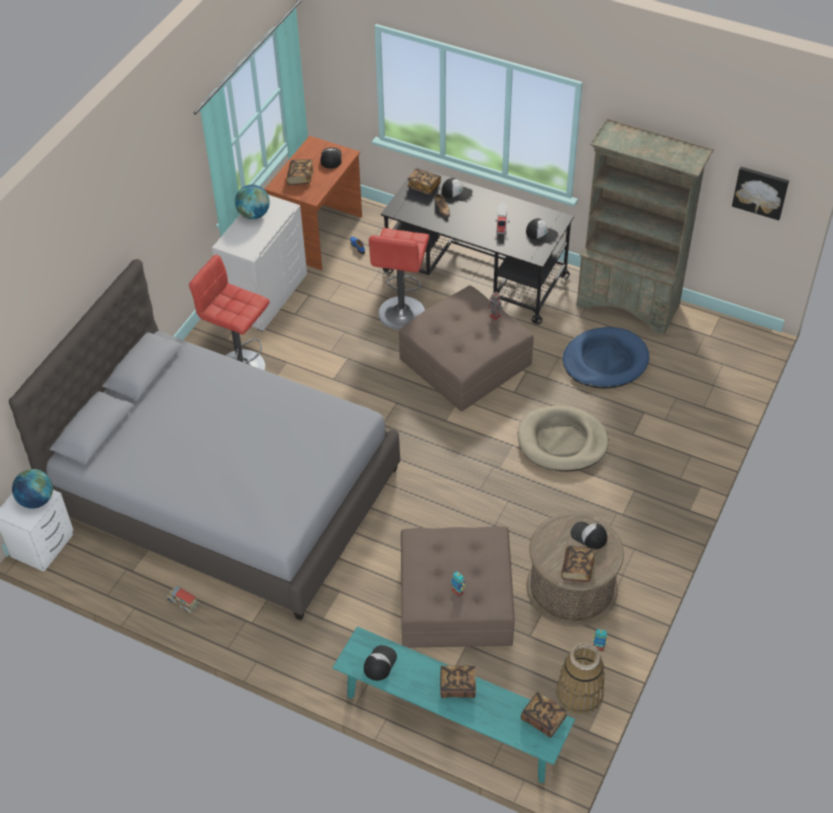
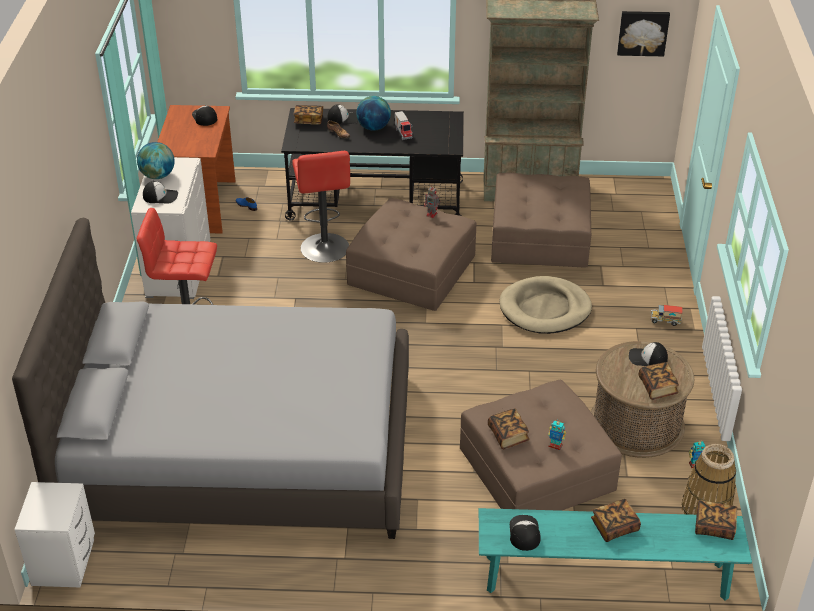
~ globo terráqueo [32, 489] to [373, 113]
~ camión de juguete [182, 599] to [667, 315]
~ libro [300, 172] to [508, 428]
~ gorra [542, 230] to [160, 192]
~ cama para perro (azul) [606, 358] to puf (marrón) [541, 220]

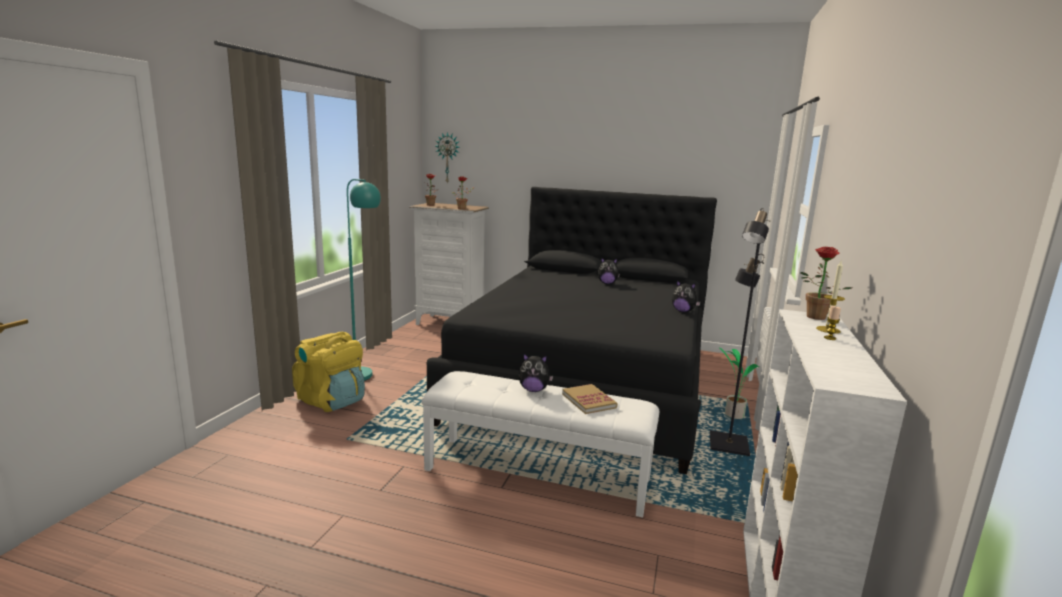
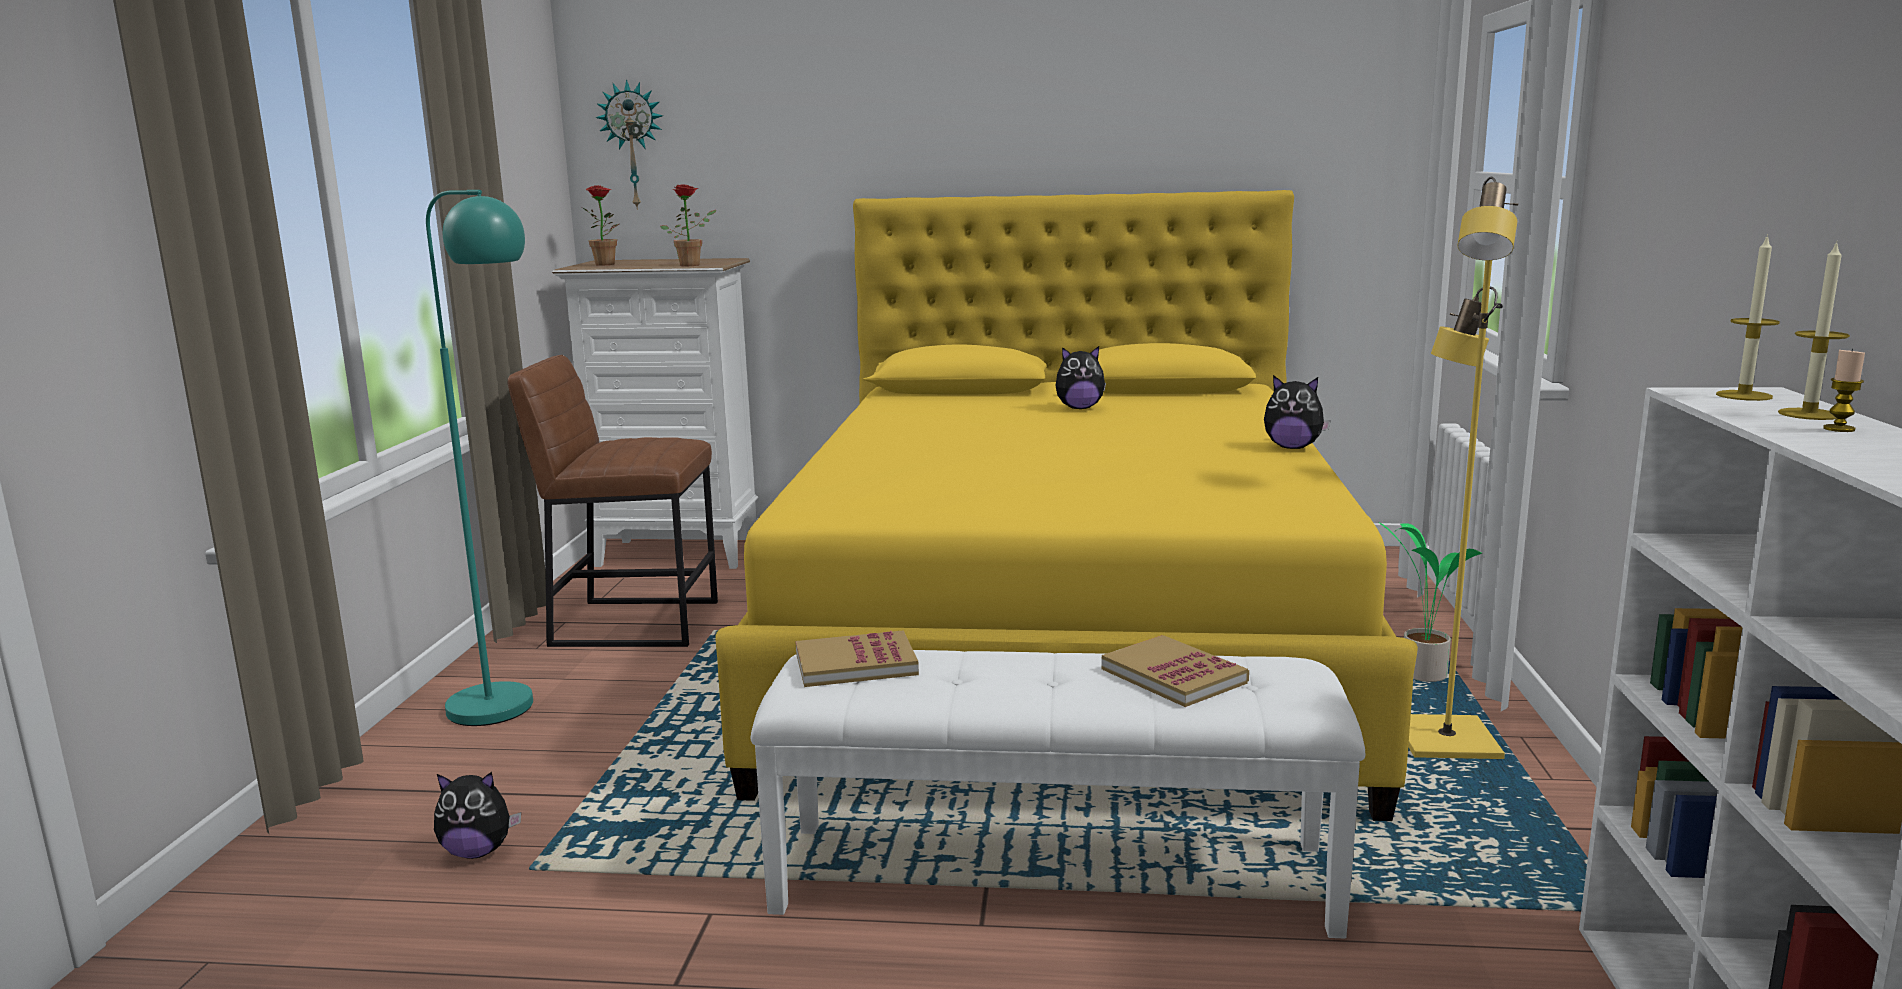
- mochila (amarillo) [328, 372]
+ silla (marrón) [612, 501]
+ libro [857, 658]
~ peluche [536, 373] to [477, 815]
~ planta en maceta [826, 283] to vela [1748, 317]
~ cama (negro) [572, 330] to cama (amarillo) [1066, 505]
~ lámpara de pie (negro) [740, 332] to lámpara de pie (amarillo) [1463, 468]

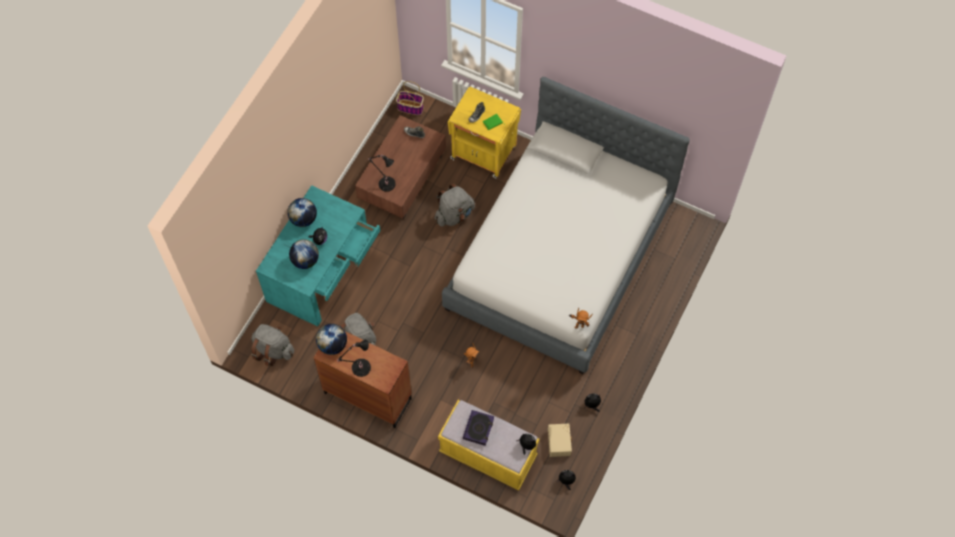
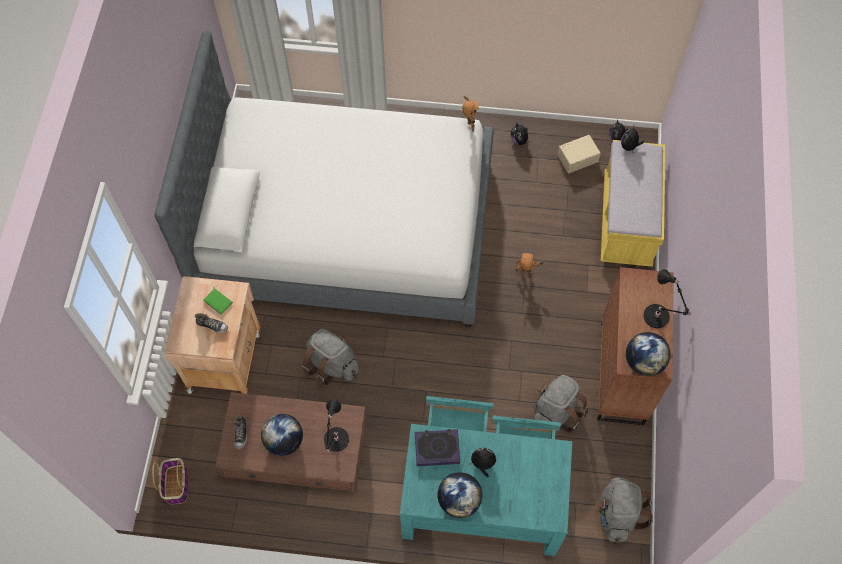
~ globo terráqueo [304, 254] to [282, 435]
~ libro [478, 428] to [437, 447]
~ carrito (amarillo) [484, 133] to carrito (marrón) [213, 335]

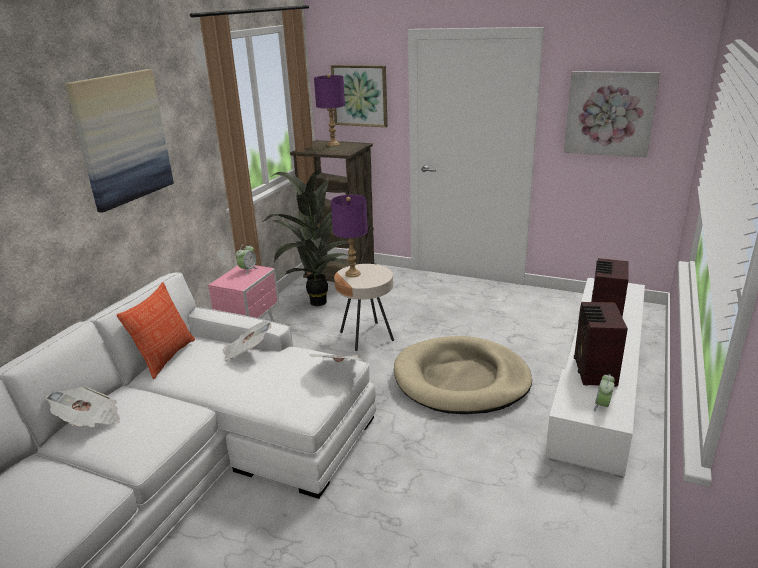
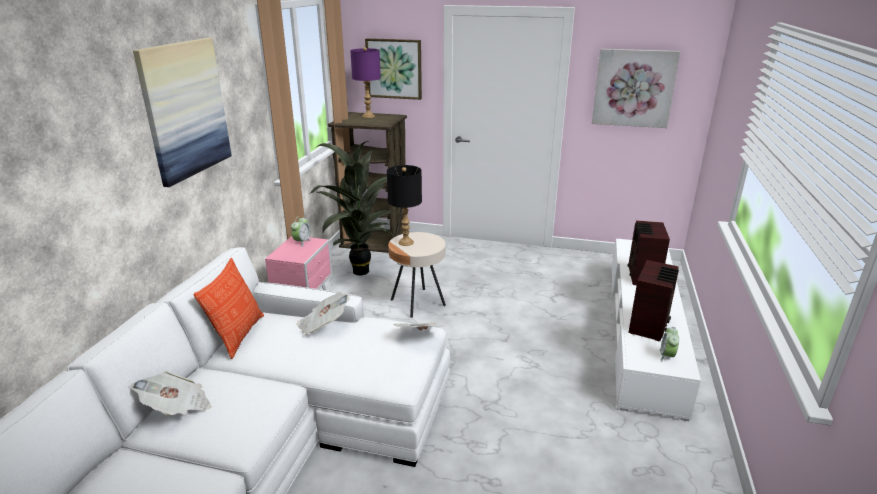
- cama para perro (beis) [463, 375]
~ lámpara de mesa (morado) [349, 236] to lámpara de mesa (negro) [404, 205]
~ radio [601, 344] = [653, 301] 150 degrees counterclockwise

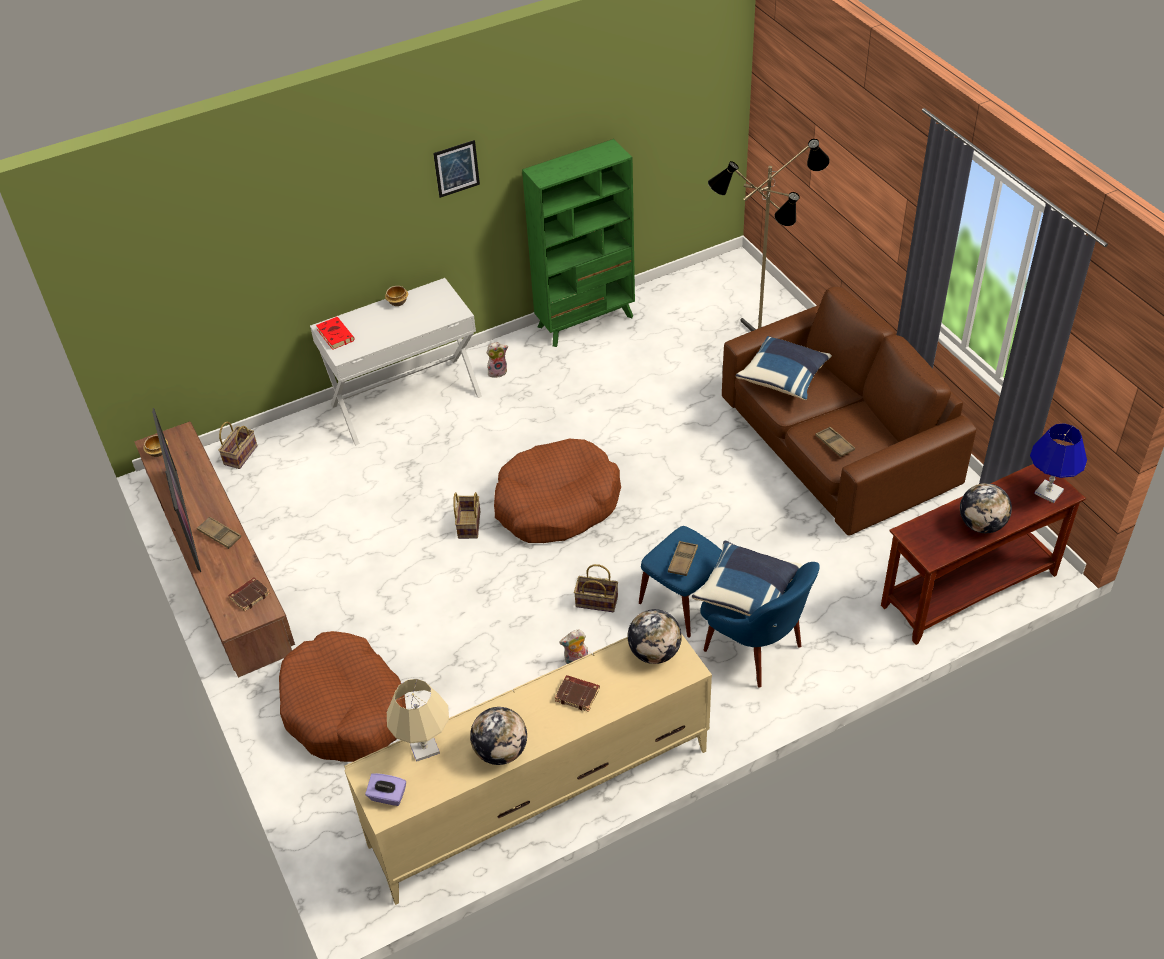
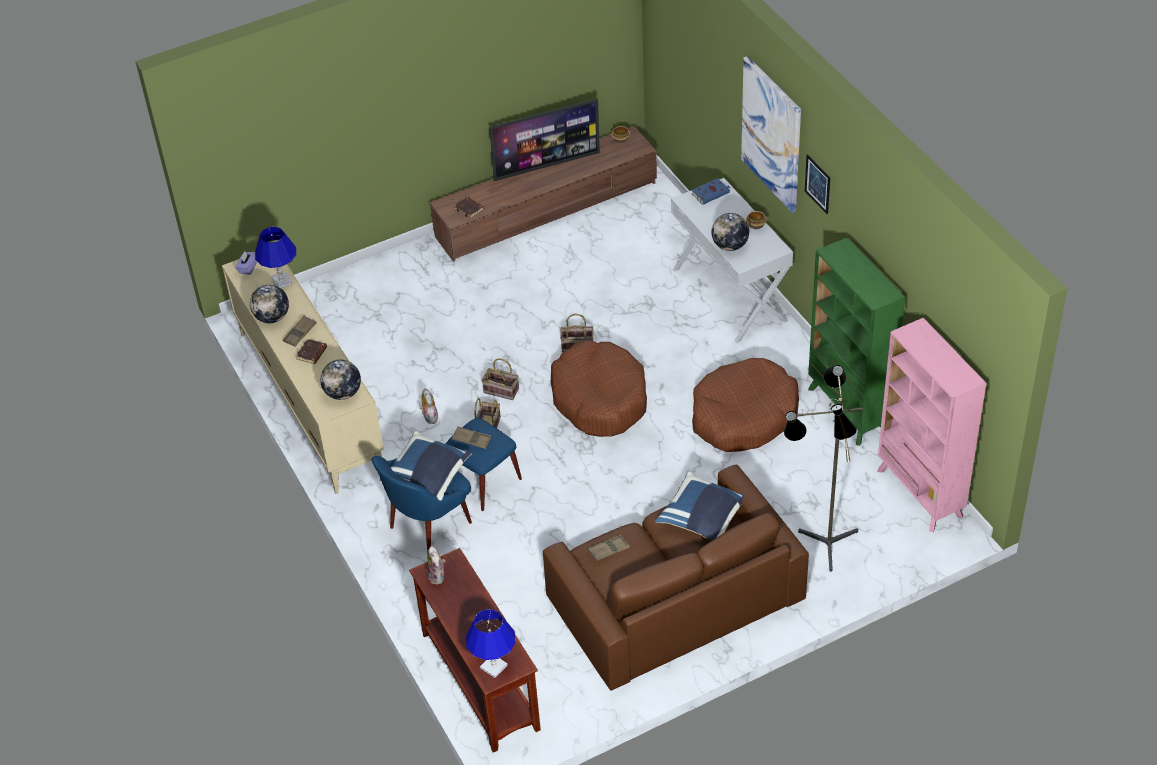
+ cuadro [771, 134]
+ estantería (rosa) [931, 425]
~ bandeja (marrón) [219, 532] to [299, 331]
~ cesta [238, 445] to [500, 379]
~ cama para perro (marrón) [342, 696] to [745, 405]
~ peluche [497, 360] to [436, 565]
~ globo terráqueo [986, 508] to [730, 232]
~ libro (rojo) [335, 333] to libro (azul) [711, 191]
~ lámpara de mesa (beis) [418, 720] to lámpara de mesa (azul) [275, 257]

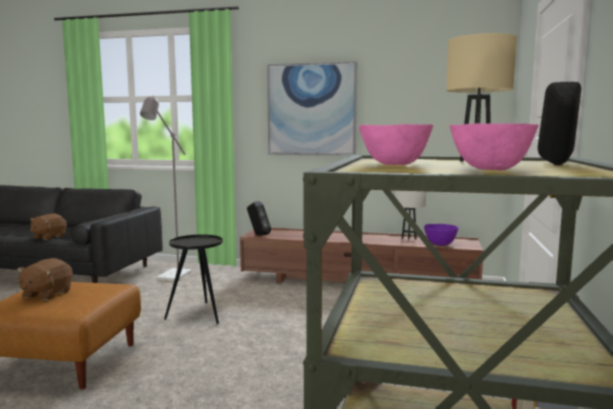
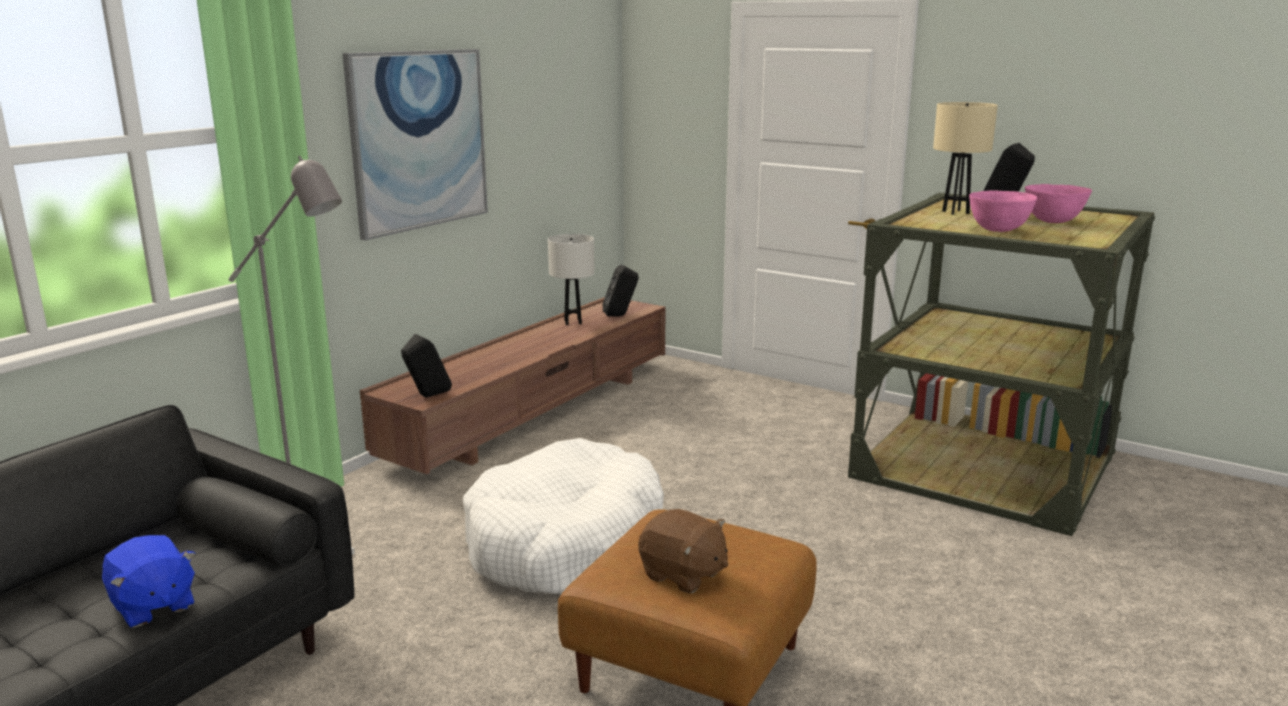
~ mesa auxiliar (negro) [193, 279] to cama para perro (blanco) [563, 516]
~ cuenco (morado) [441, 235] to altavoz (negro) [621, 290]
~ peluche (marrón) [48, 227] to peluche (azul) [149, 581]

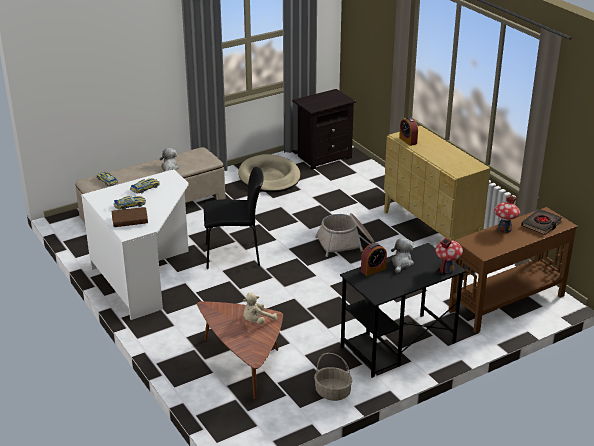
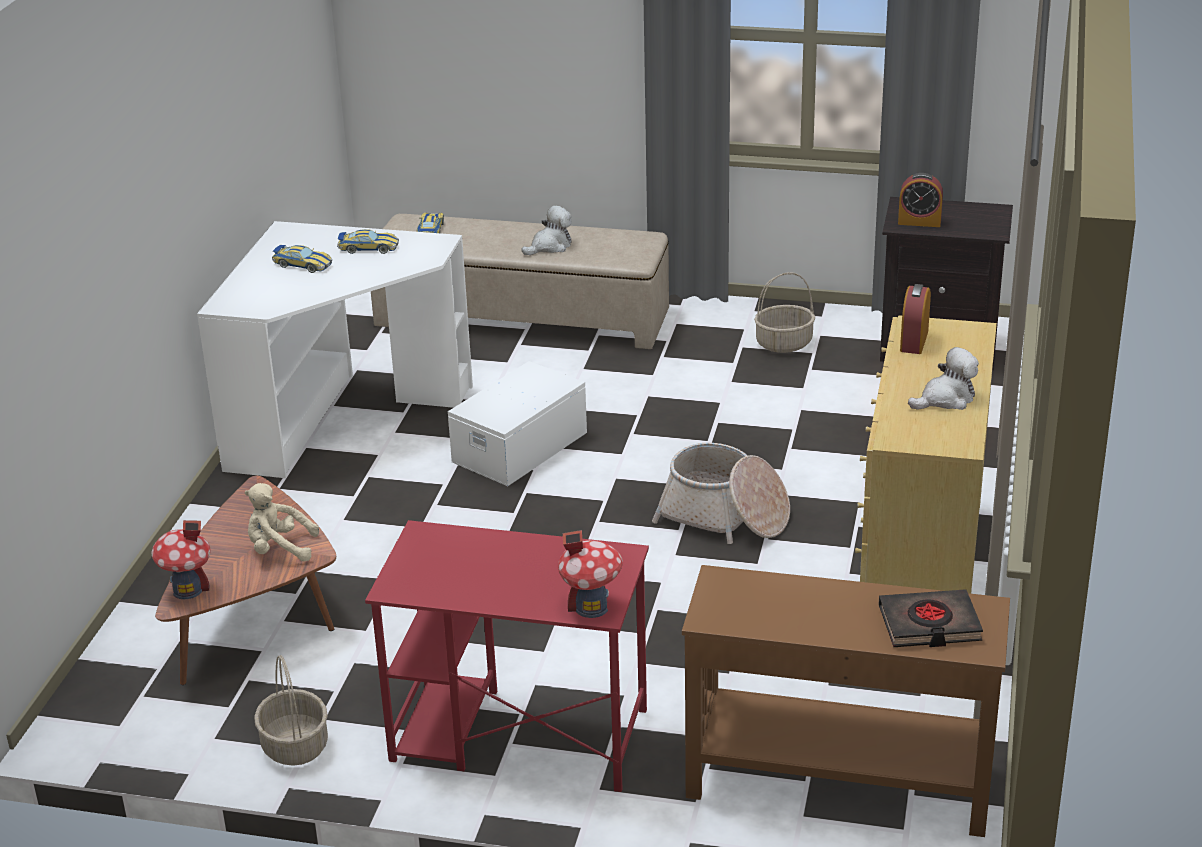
- libro (marrón) [130, 217]
~ despertador [374, 259] to [920, 200]
~ peluche [402, 255] to [943, 378]
~ casita [507, 214] to [181, 559]
~ silla (negro) [234, 218] to caja de almacenaje (blanco) [517, 423]
~ cama para perro (beis) [269, 173] to cesta [785, 312]
~ escritorio (negro) [403, 310] to escritorio (rojo) [507, 656]

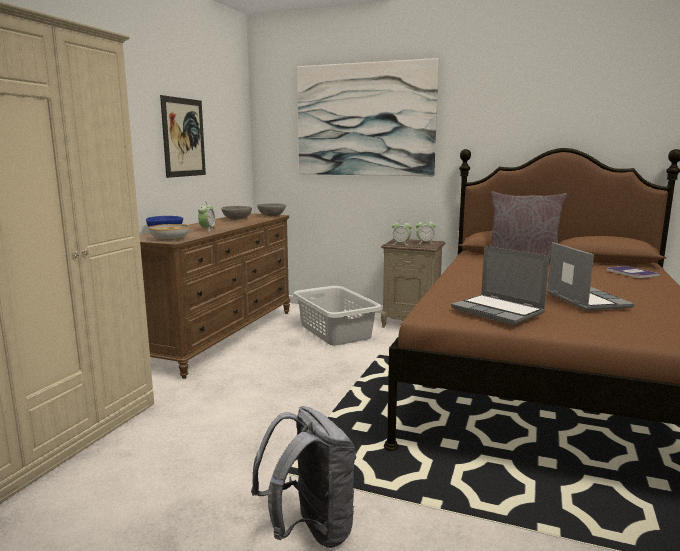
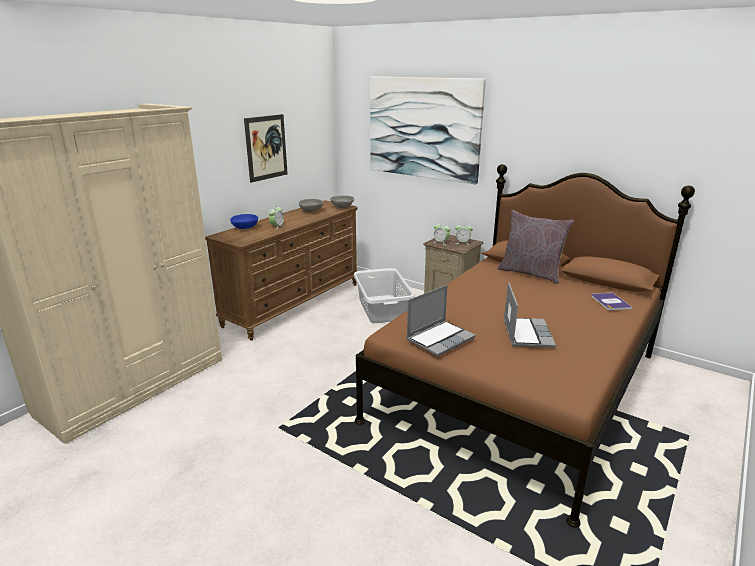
- cuenco [169, 232]
- mochila (gris) [303, 477]
~ portátil [500, 285] = [441, 320] 105 degrees counterclockwise

